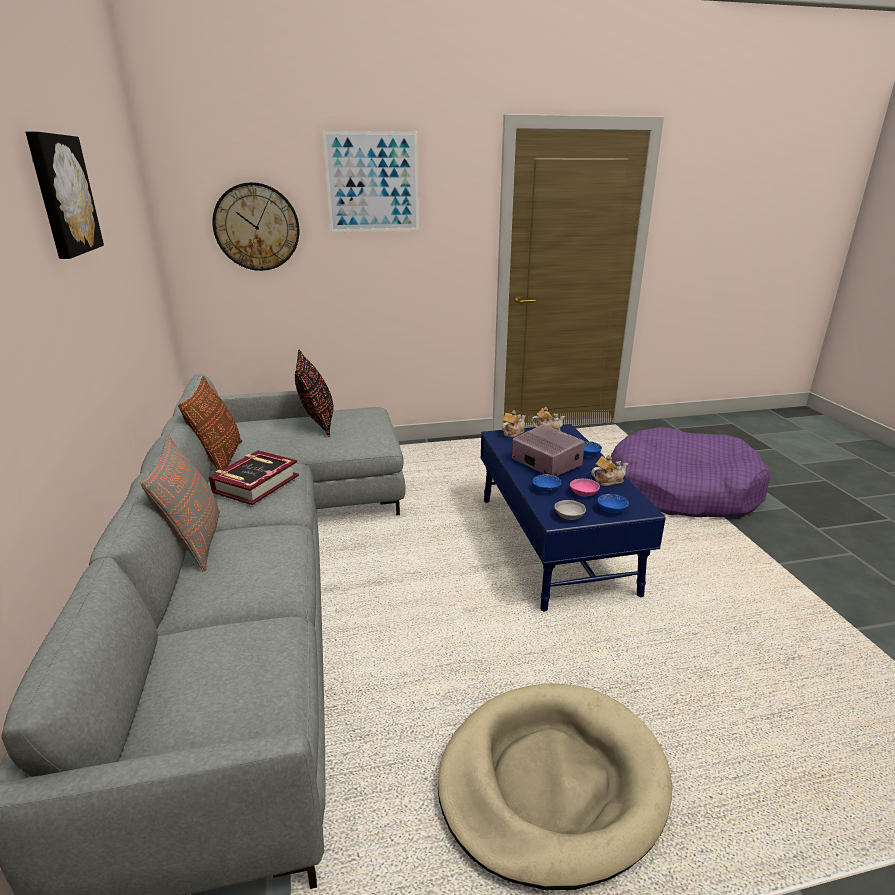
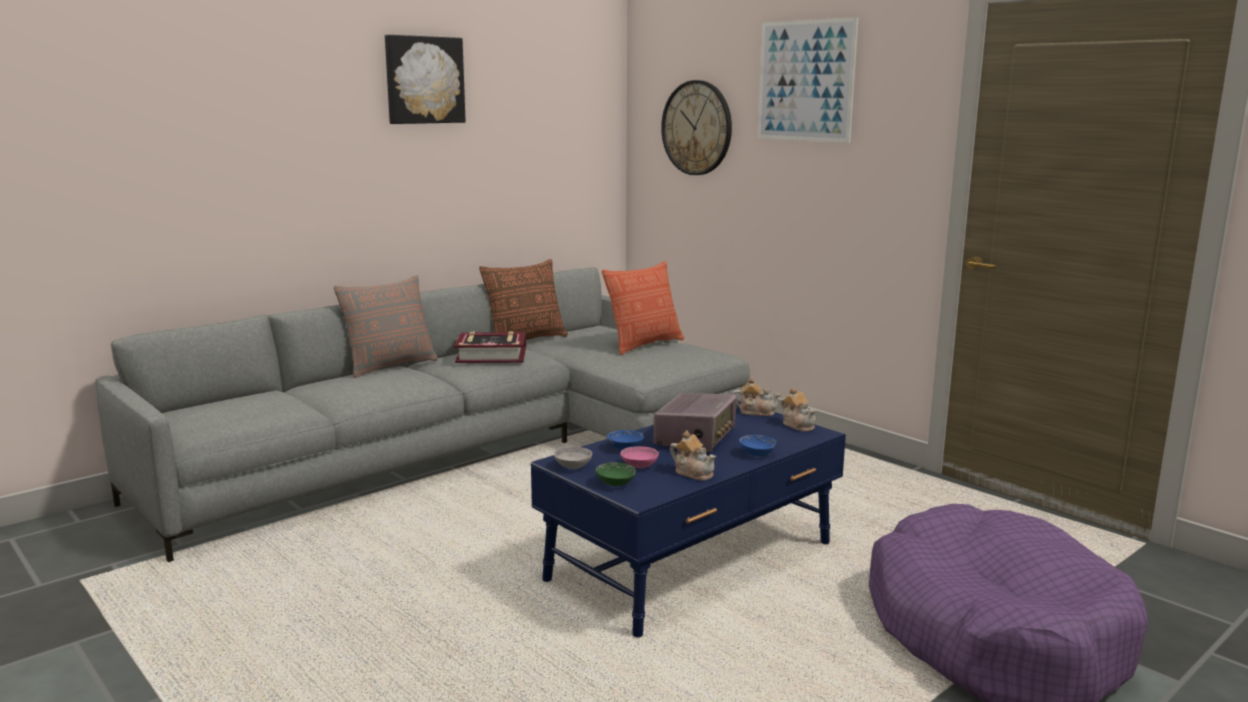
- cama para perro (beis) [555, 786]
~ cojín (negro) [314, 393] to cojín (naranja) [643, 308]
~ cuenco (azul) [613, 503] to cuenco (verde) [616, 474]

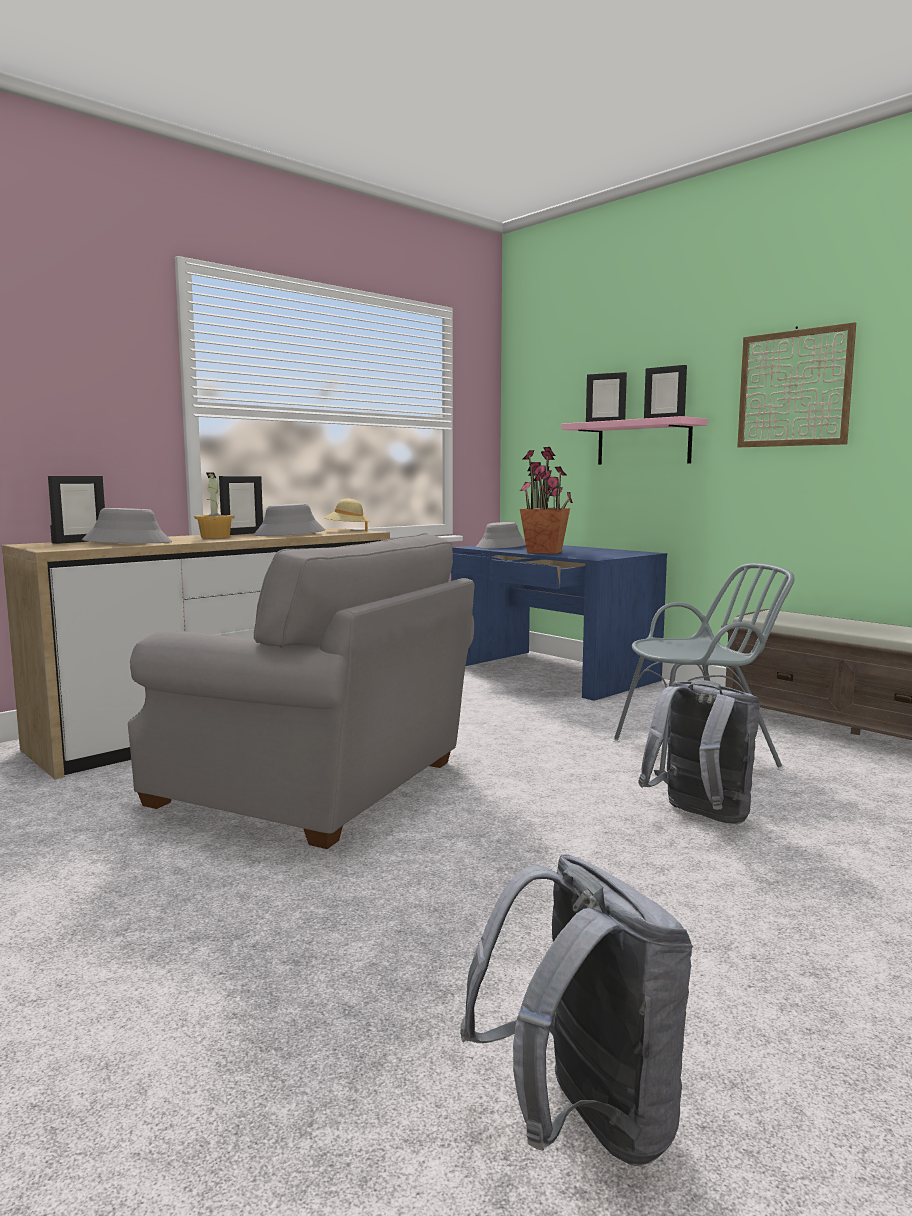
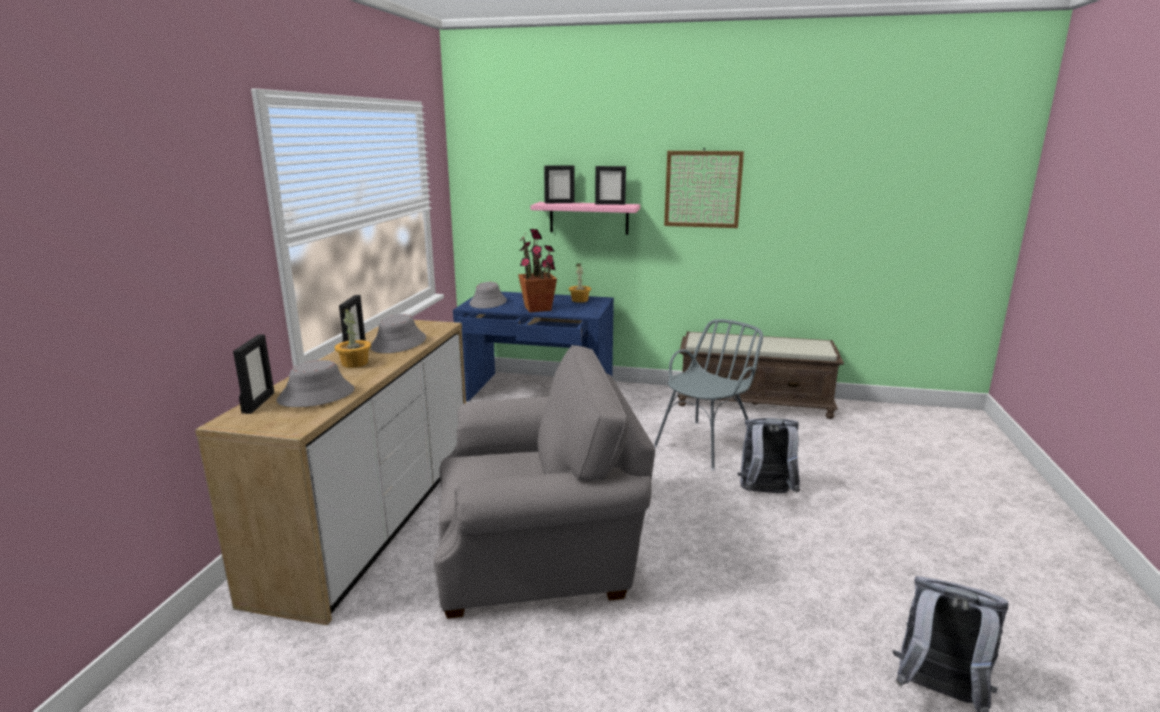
- sombrero (beis) [347, 515]
+ planta en maceta [580, 283]

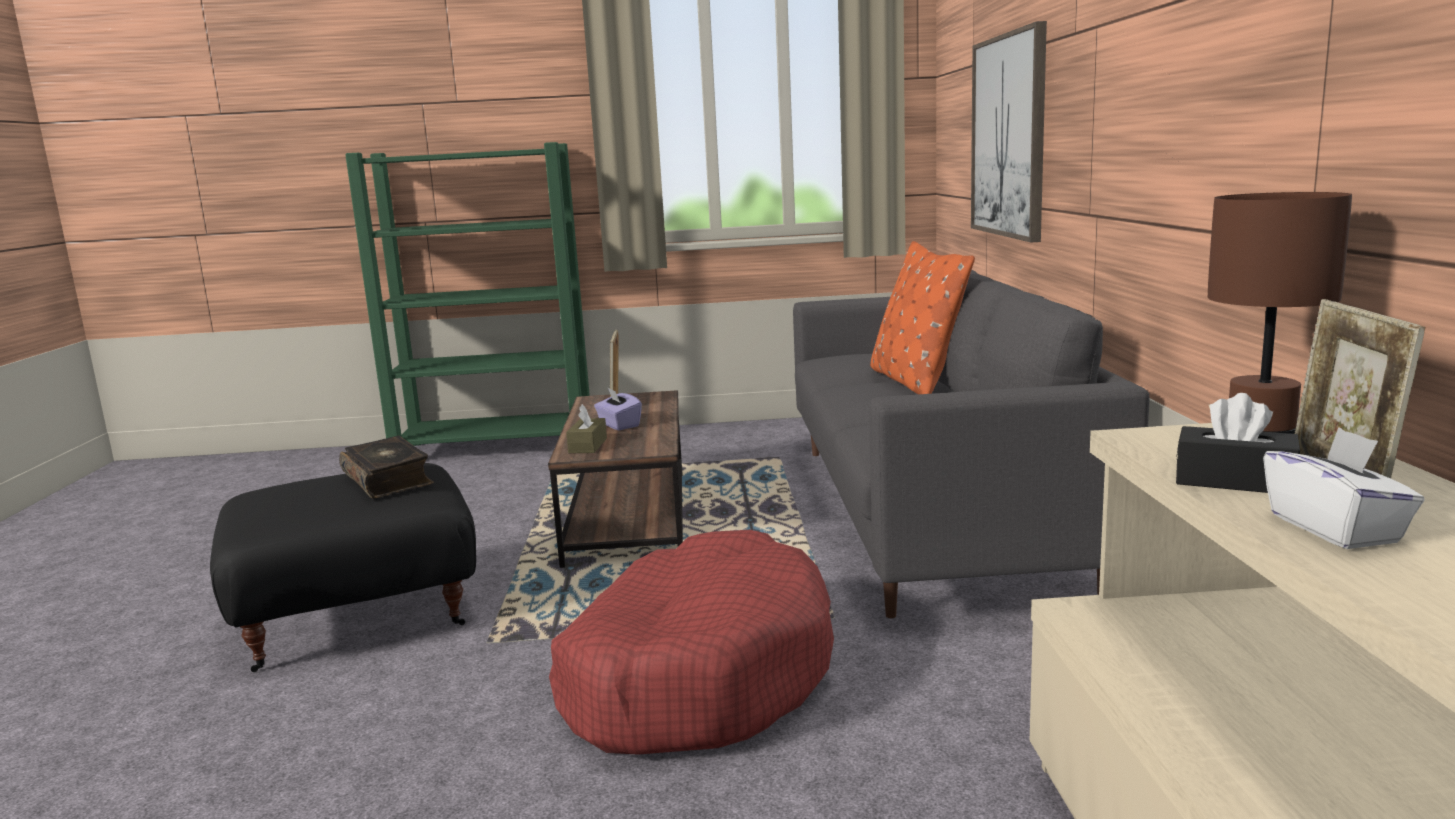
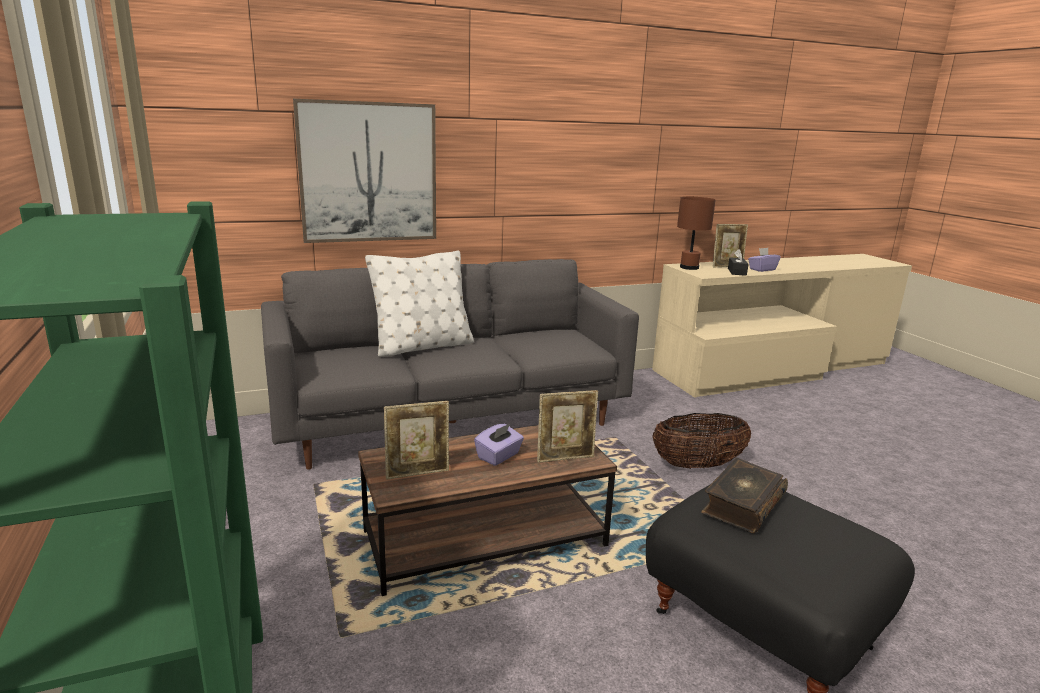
~ cama para perro (rojo) [691, 642] to cesta [701, 441]
~ caja de pañuelos (marrón) [586, 428] to portarretratos [567, 426]
~ cojín (naranja) [922, 317] to cojín (blanco) [419, 304]
~ caja de pañuelos (blanco) [1344, 488] to caja de pañuelos (morado) [764, 260]

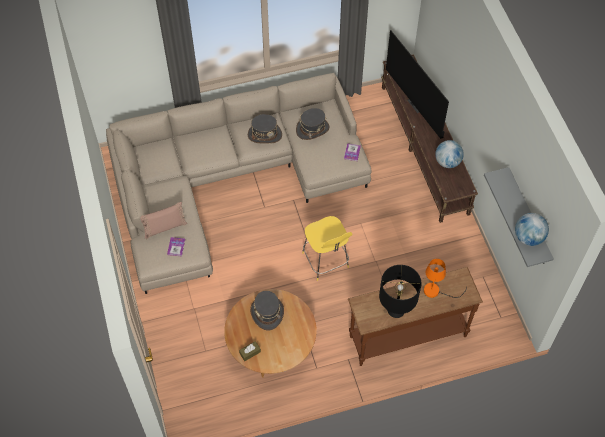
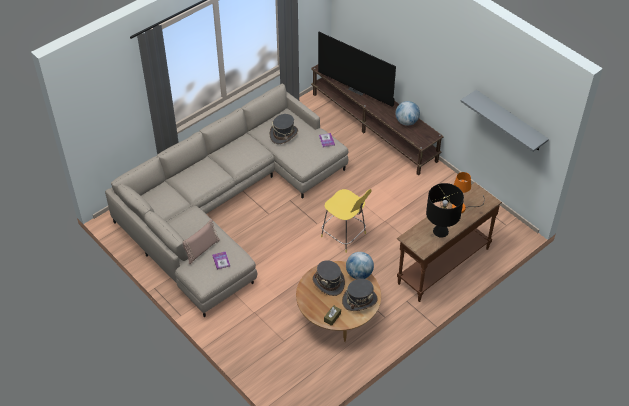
~ sombrero (gris) [265, 129] to [360, 295]
~ globo terráqueo [532, 229] to [360, 265]

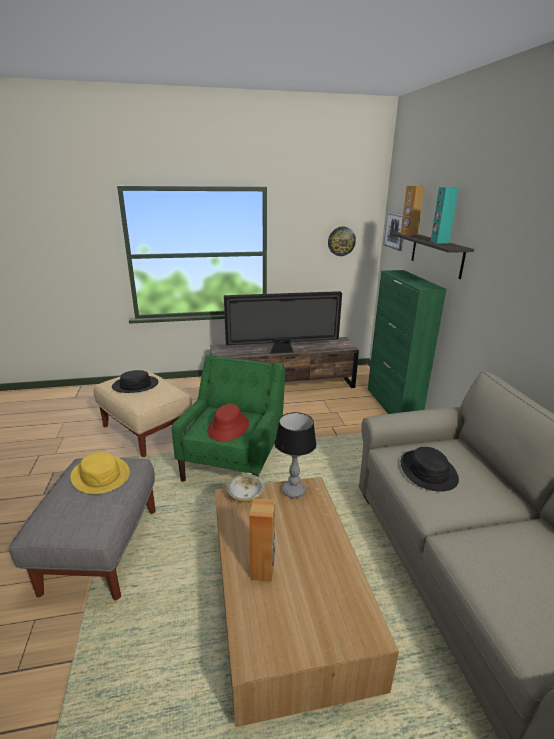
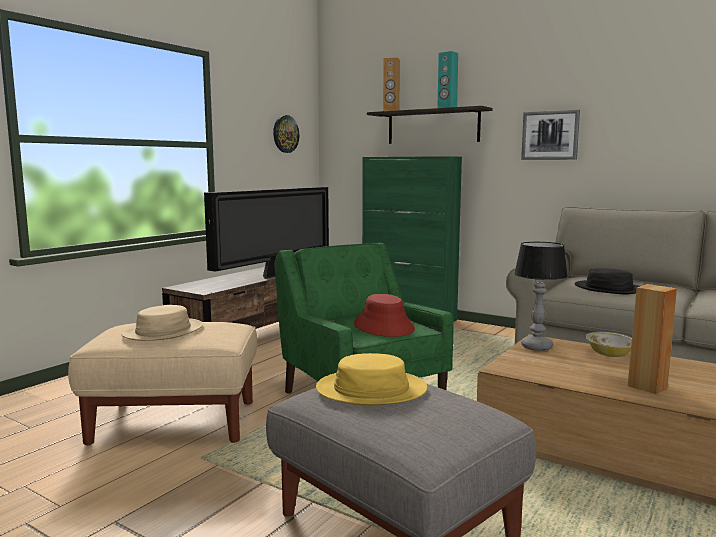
~ cuenco [245, 488] to [609, 344]
~ cuadro [393, 231] to [550, 135]
~ sombrero (negro) [135, 381] to sombrero (beis) [162, 323]

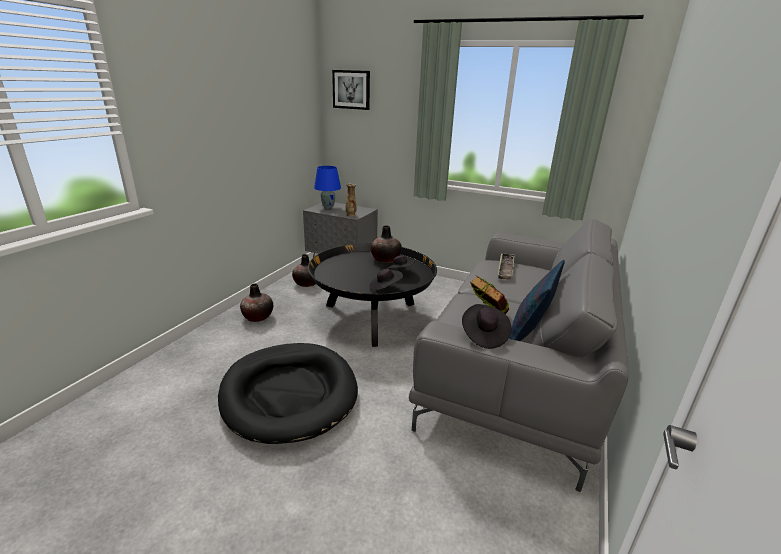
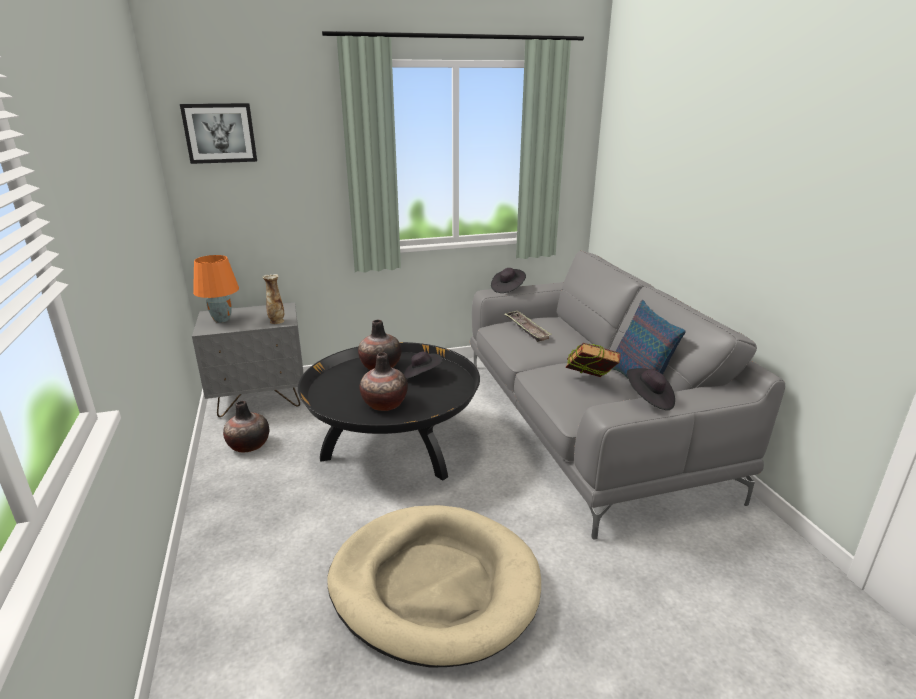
~ florero [256, 303] to [384, 381]
~ sombrero (negro) [386, 280] to [508, 280]
~ cama para perro (negro) [288, 393] to cama para perro (beis) [434, 586]
~ lámpara de mesa (azul) [327, 187] to lámpara de mesa (naranja) [216, 289]

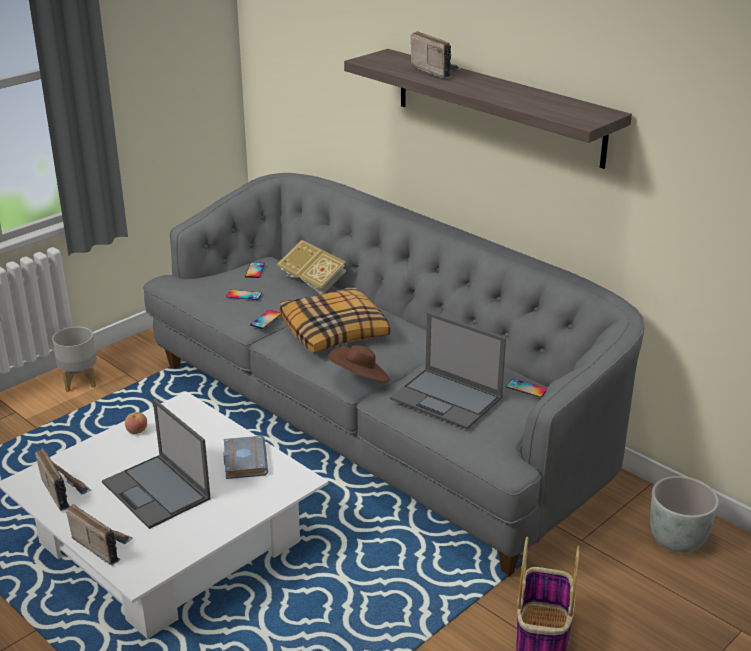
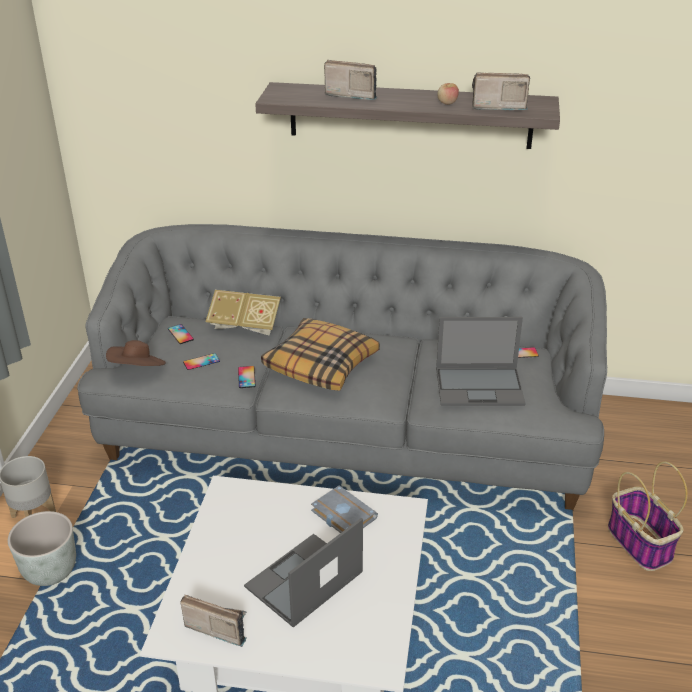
~ radio [99, 535] to [501, 91]
~ manzana [136, 423] to [448, 94]
~ sombrero (marrón) [359, 363] to [136, 353]
~ maceta (gris) [684, 514] to [42, 548]
~ portátil [156, 464] = [303, 572] 120 degrees clockwise

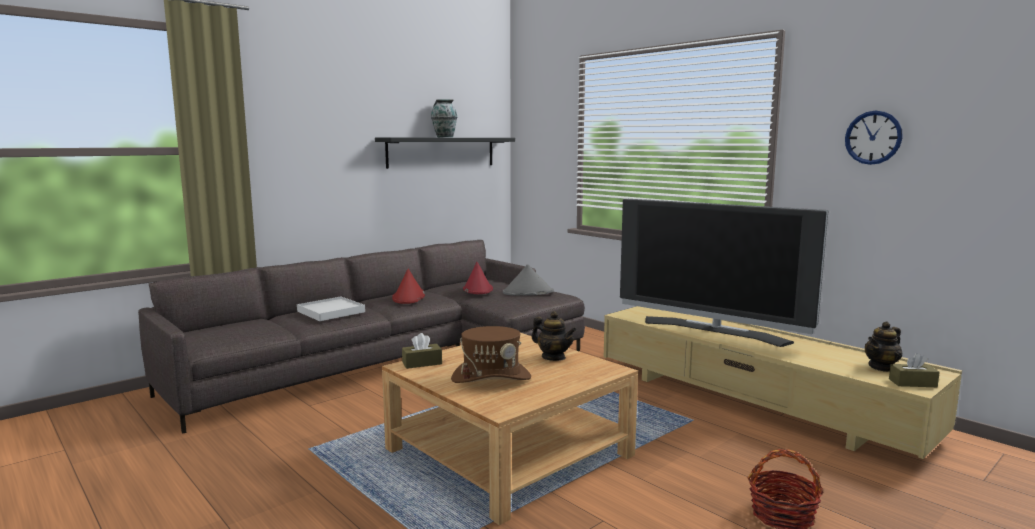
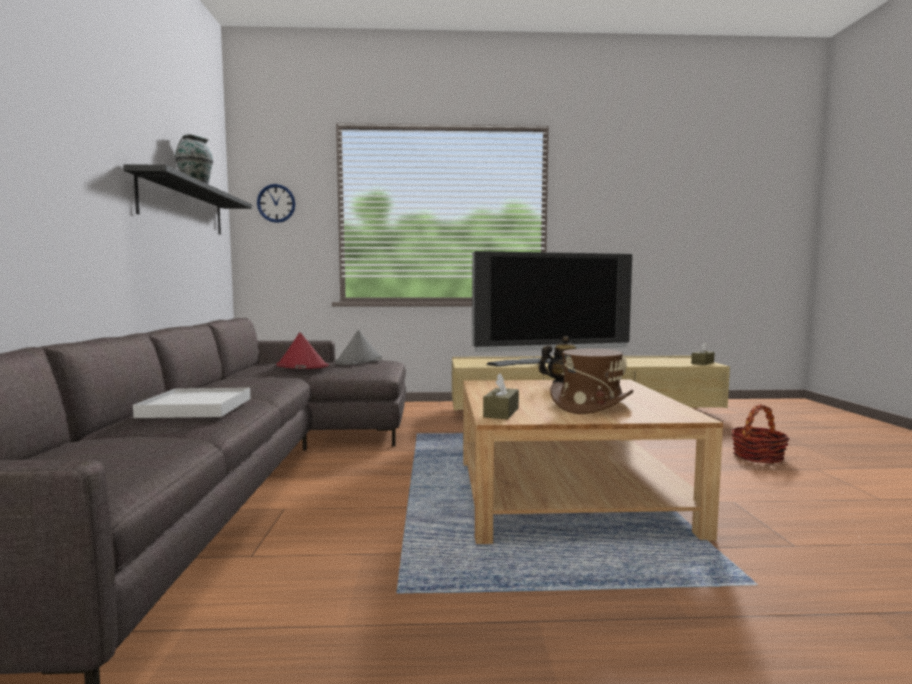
- sombrero (rojo) [408, 286]
- tetera [884, 346]
~ reloj de pared [874, 138] to [276, 203]

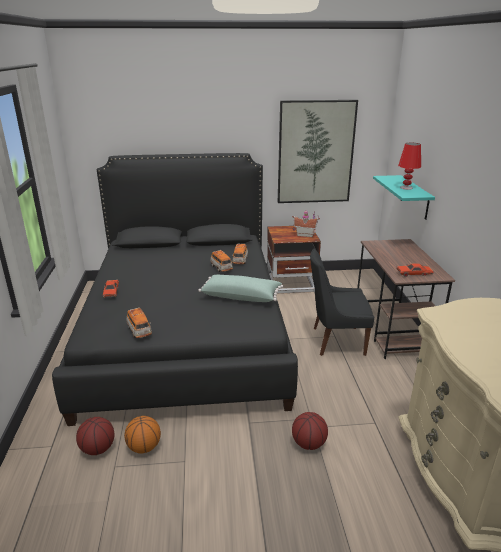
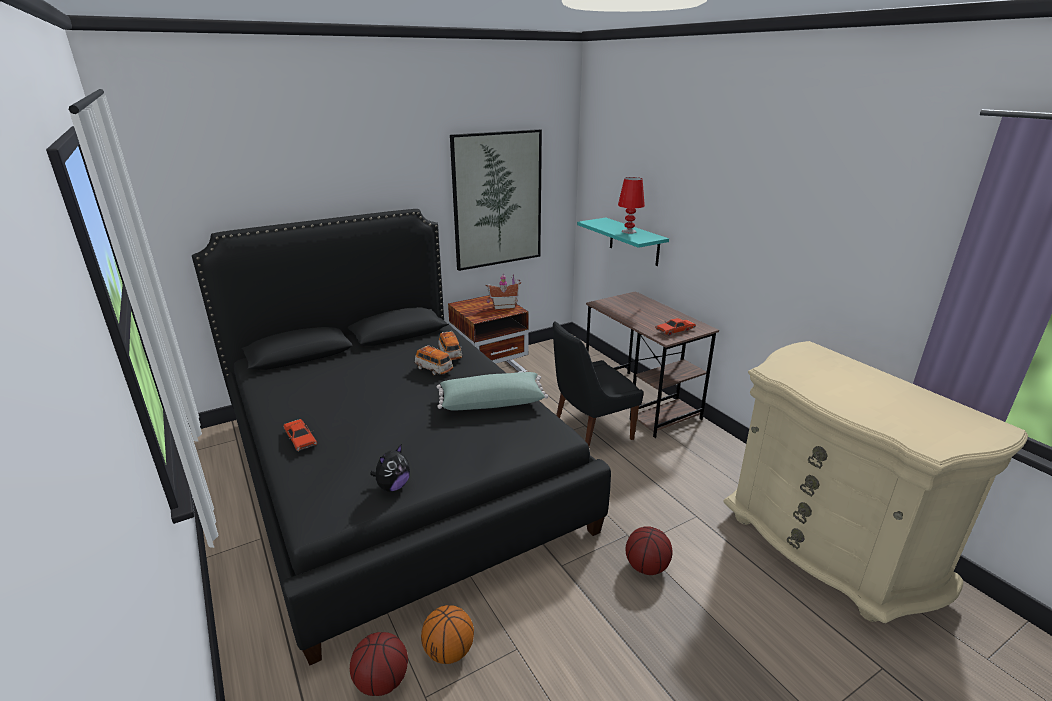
~ coche de juguete [139, 323] to peluche [390, 468]

